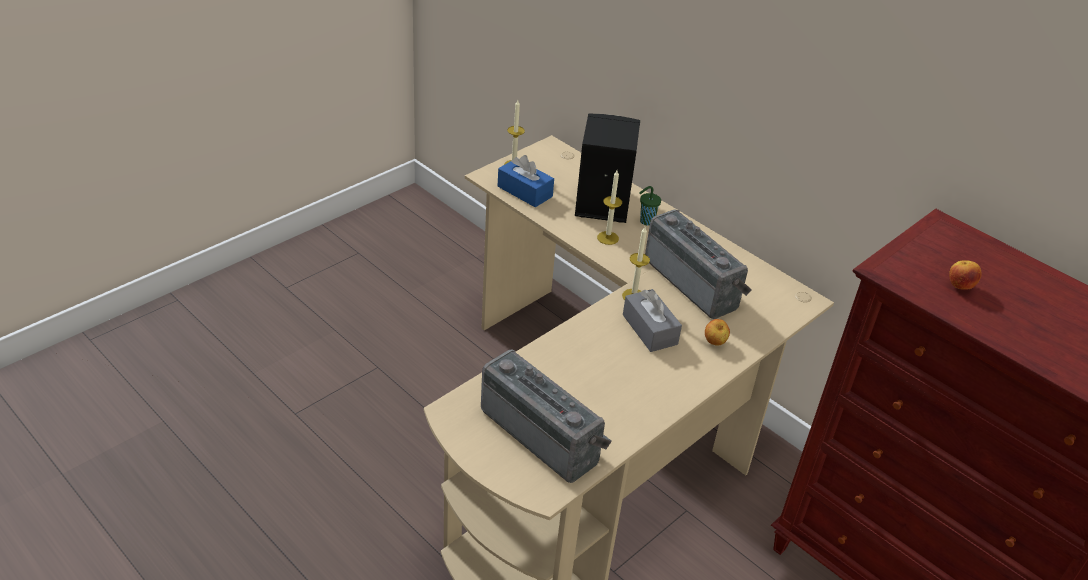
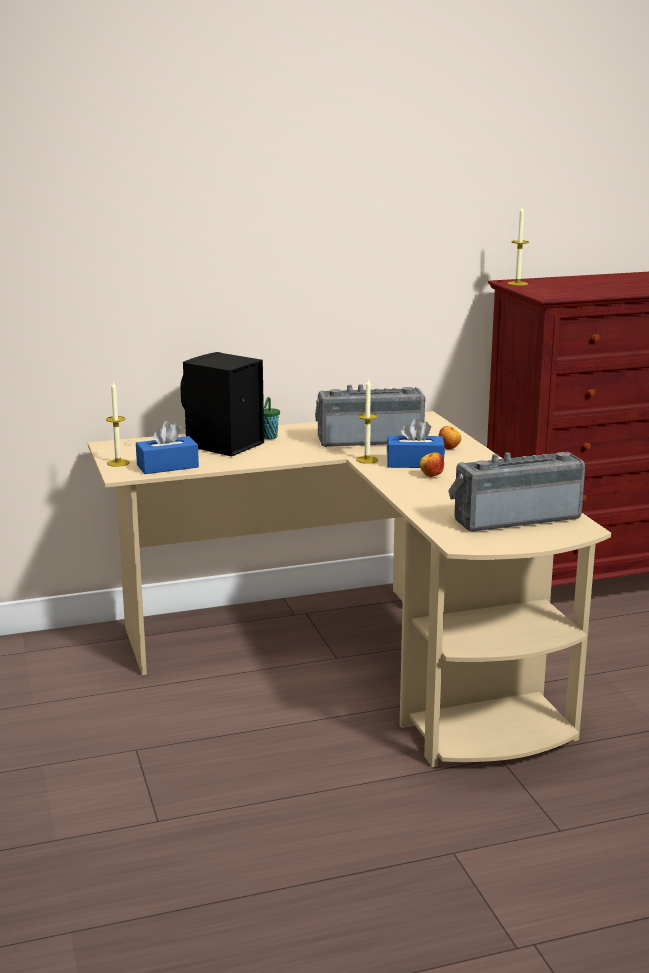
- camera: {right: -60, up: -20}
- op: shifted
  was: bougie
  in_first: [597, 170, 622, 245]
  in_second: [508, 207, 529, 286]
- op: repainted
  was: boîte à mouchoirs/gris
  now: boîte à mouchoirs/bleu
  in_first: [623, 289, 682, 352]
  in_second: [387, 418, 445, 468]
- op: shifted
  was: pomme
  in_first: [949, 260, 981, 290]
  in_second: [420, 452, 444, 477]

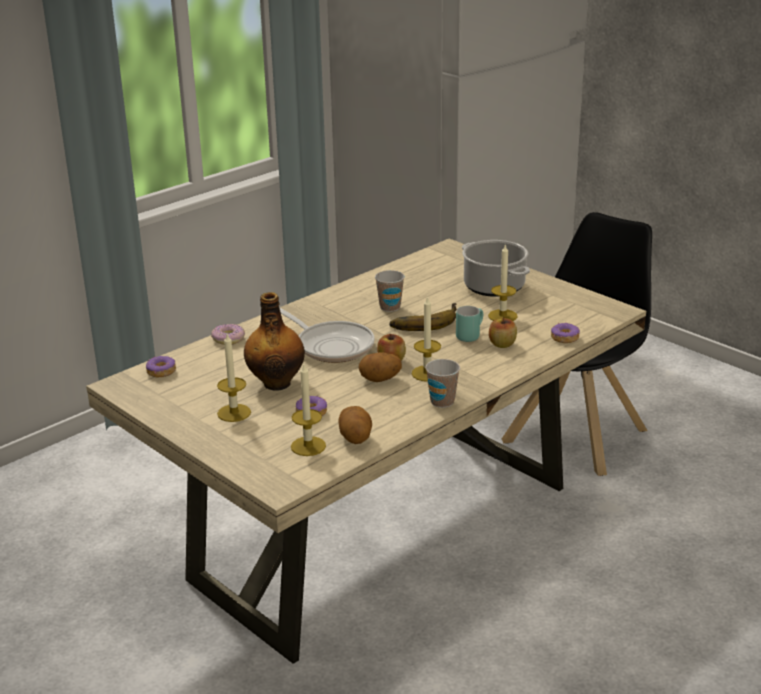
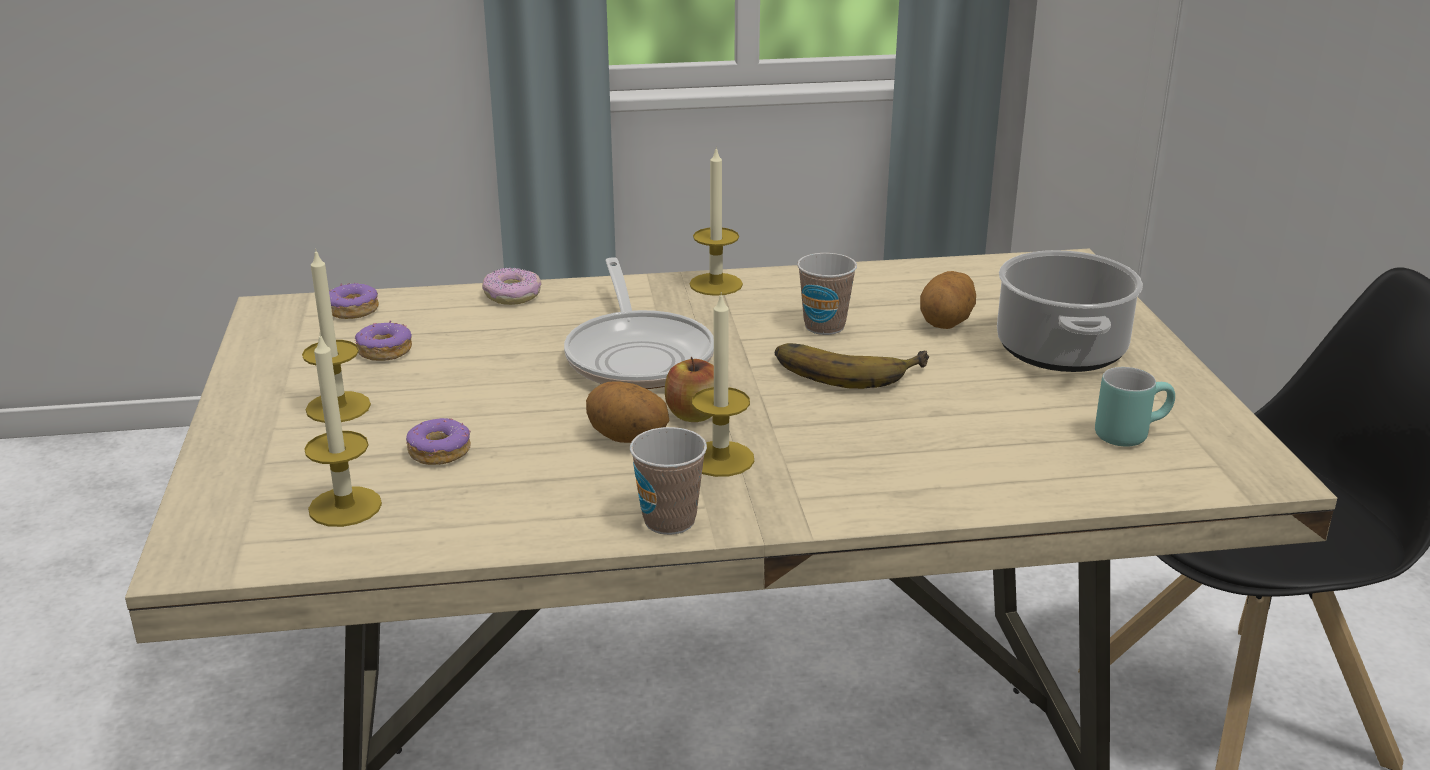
- camera: {right: 35, up: 0}
- op: gone
  was: bouteille
  in_first: [244, 292, 305, 391]
- op: shifted
  was: pomme de terre
  in_first: [338, 406, 372, 444]
  in_second: [920, 271, 976, 329]
- op: shifted
  was: mug/turquoise
  in_first: [456, 306, 483, 342]
  in_second: [1095, 367, 1175, 447]
- op: shifted
  was: bougie
  in_first: [488, 243, 517, 321]
  in_second: [689, 146, 743, 296]
- op: gone
  was: pomme
  in_first: [489, 317, 517, 348]
- op: shifted
  was: beignet
  in_first: [551, 322, 580, 343]
  in_second: [355, 321, 412, 361]

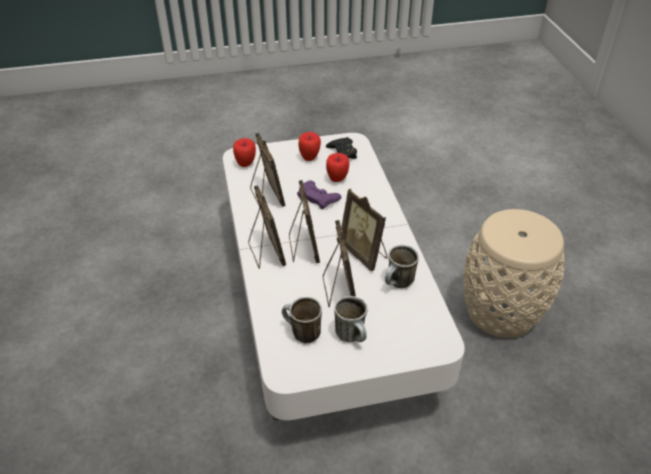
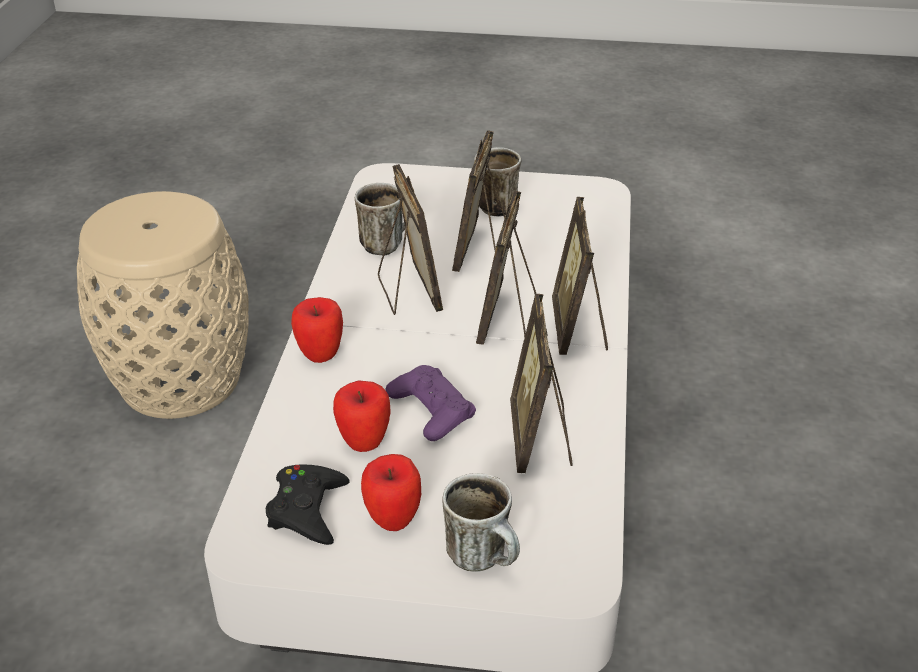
- camera: {right: -160, up: -5}
- op: shifted
  was: pomme
  in_first: [233, 138, 256, 167]
  in_second: [291, 297, 343, 363]
- op: shifted
  was: mug
  in_first: [282, 297, 322, 343]
  in_second: [442, 473, 520, 572]

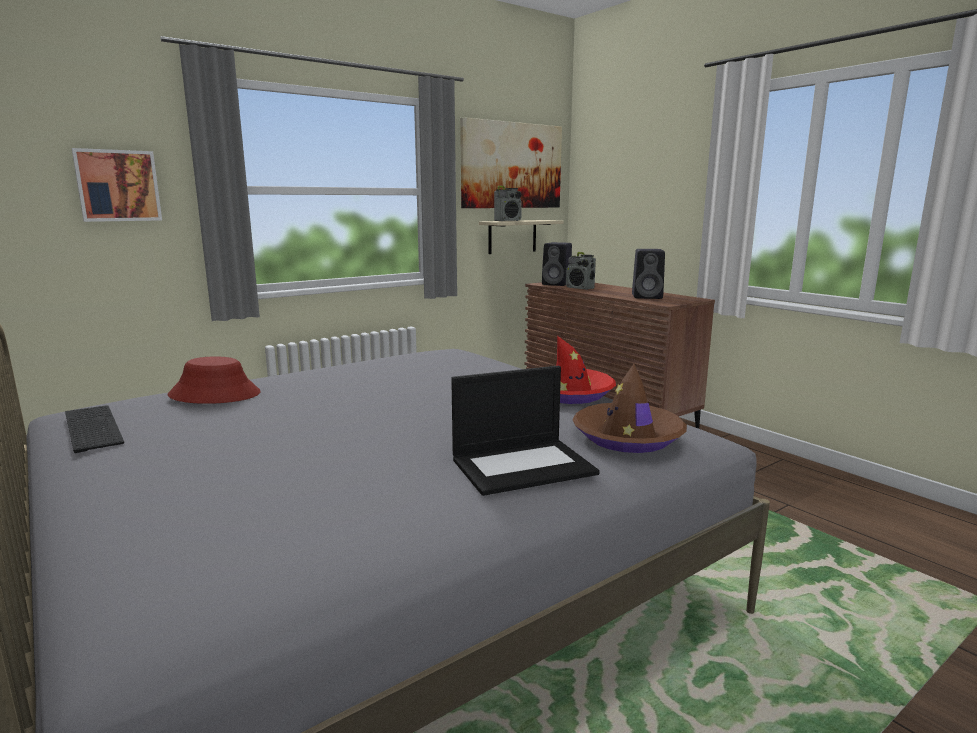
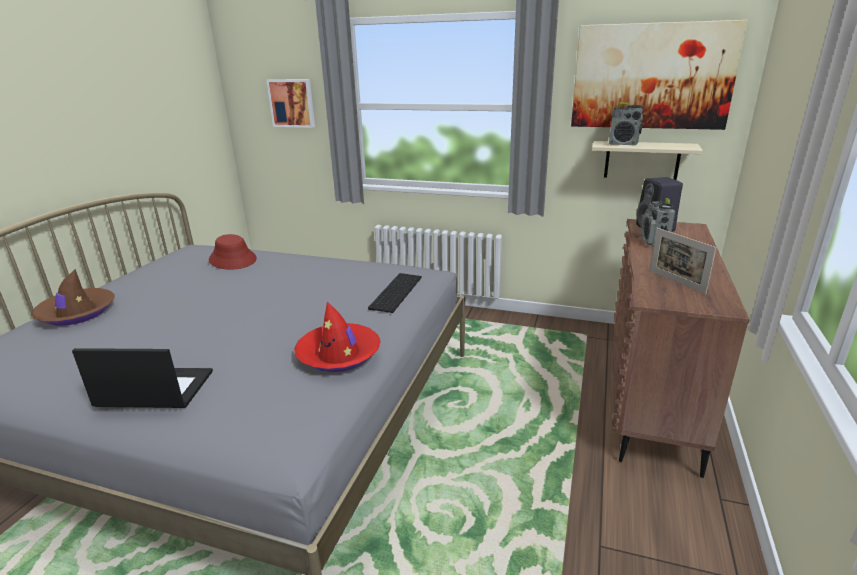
- camera: {right: 55, up: 10}
- op: shifted
  was: clavier
  in_first: [65, 405, 124, 453]
  in_second: [368, 273, 422, 313]
- op: rotated
  was: ordinateur portable
  in_first: [451, 366, 600, 496]
  in_second: [72, 348, 213, 408]
  clockwise: 150
- op: shifted
  was: chapeau/marron
  in_first: [572, 364, 687, 453]
  in_second: [31, 269, 115, 326]
- op: swapped
  was: enceinte/noir
  now: cadre photo
  in_first: [632, 249, 665, 299]
  in_second: [650, 228, 716, 294]

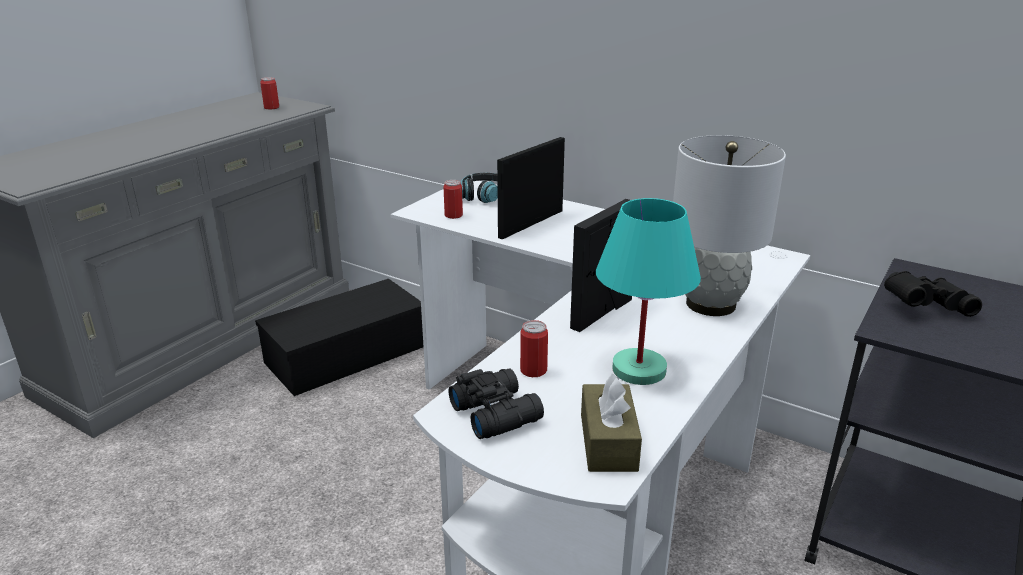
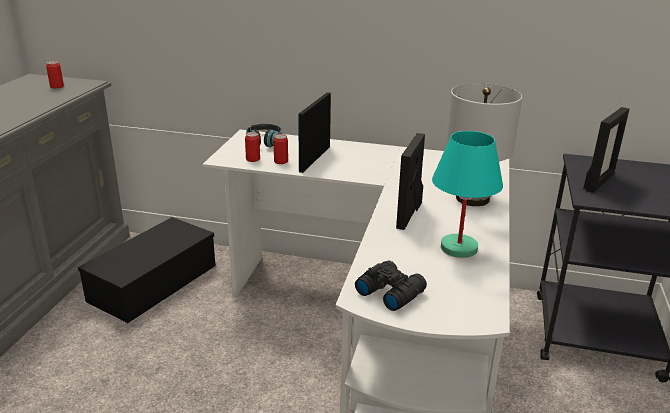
- camera: {right: -20, up: 0}
- op: shifted
  was: boîte métallique
  in_first: [520, 320, 548, 377]
  in_second: [273, 134, 288, 164]
- op: gone
  was: boîte à mouchoirs/marron
  in_first: [581, 373, 642, 472]
- op: swapped
  was: jumelles/noir
  now: cadre photo
  in_first: [884, 271, 982, 317]
  in_second: [583, 107, 629, 193]

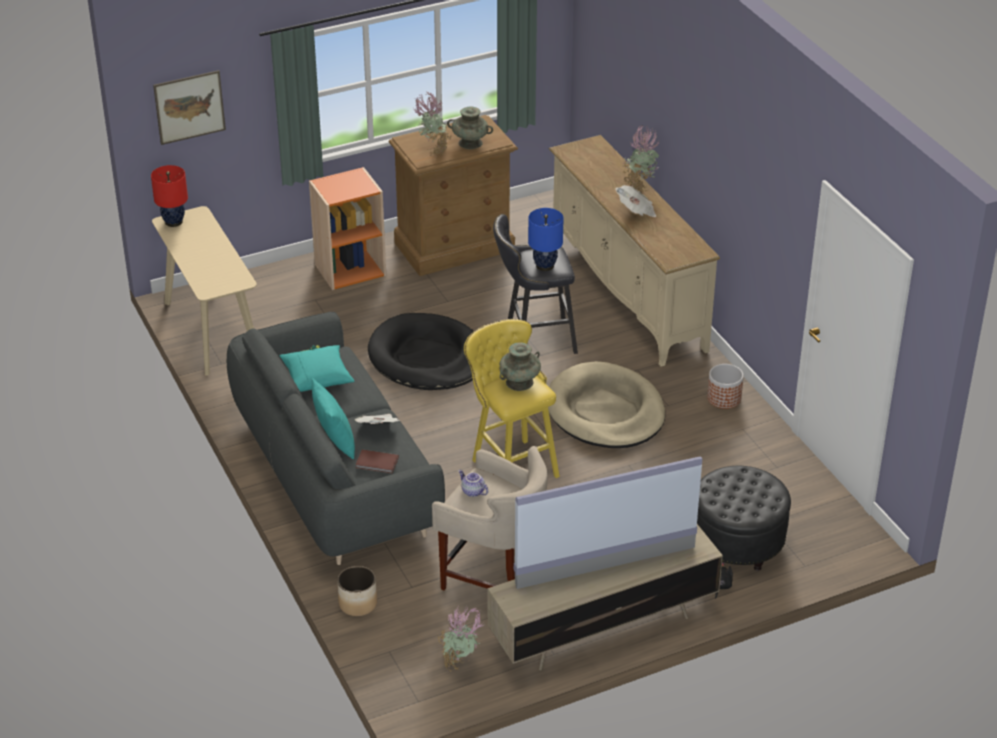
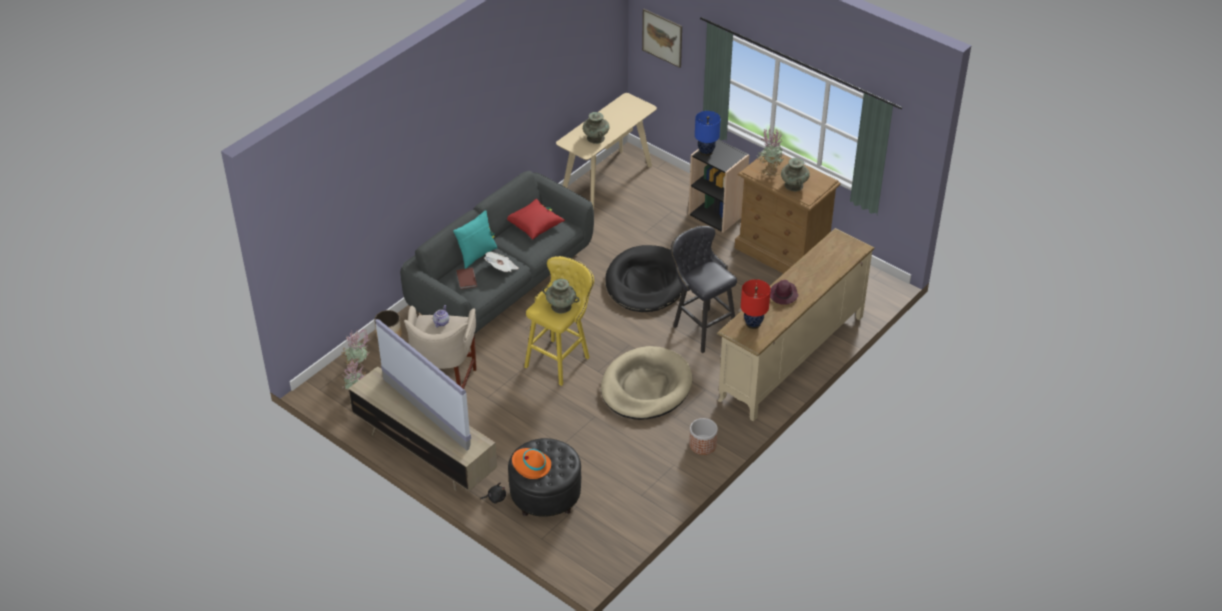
- camera: {right: 65, up: 5}
- op: shifted
  was: lampe de table/rouge
  in_first: [151, 165, 188, 227]
  in_second: [741, 279, 771, 329]
- op: repainted
  was: coussin/turquoise
  now: coussin/rouge
  in_first: [280, 345, 354, 392]
  in_second: [507, 199, 565, 240]
- op: repainted
  was: bibliothèque/orange
  now: bibliothèque/noir
  in_first: [309, 167, 386, 290]
  in_second: [688, 139, 749, 233]
- op: shifted
  was: lampe de table/bleu
  in_first: [528, 208, 564, 271]
  in_second: [695, 111, 721, 156]
- op: swapped
  was: journal
  now: chapeau/violet
  in_first: [616, 185, 657, 217]
  in_second: [770, 280, 799, 305]
- op: shifted
  was: plante en pot
  in_first: [623, 125, 660, 193]
  in_second: [341, 329, 370, 372]
- op: new
  now: chapeau/orange
  in_second: [512, 448, 551, 479]
- op: new
  now: vase/turquoise
  in_second: [583, 112, 609, 144]

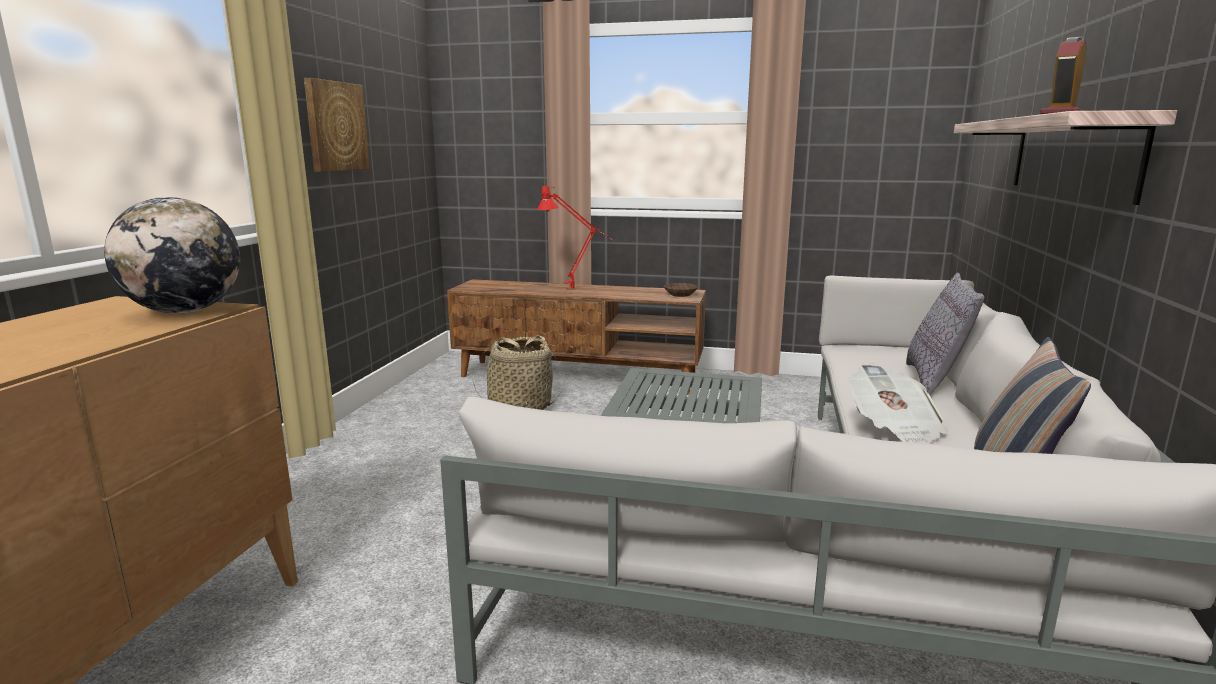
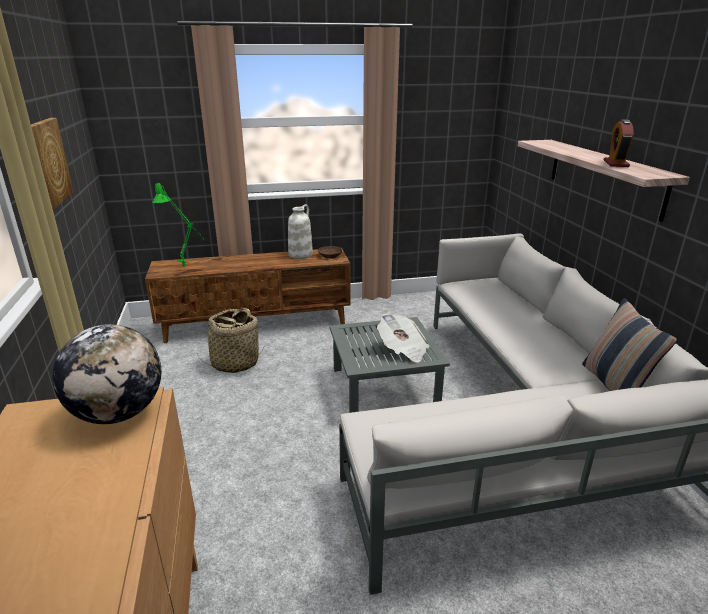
- camera: {right: -25, up: 10}
- op: gone
  was: lampe de table/rouge
  in_first: [537, 186, 615, 288]
- op: shifted
  was: journal
  in_first: [848, 363, 948, 444]
  in_second: [377, 313, 429, 363]
- op: gone
  was: coussin/gris
  in_first: [906, 272, 984, 395]
- op: new
  now: lampe de table/vert
  in_second: [153, 182, 203, 266]
- op: new
  now: vase/blanc
  in_second: [288, 204, 313, 259]

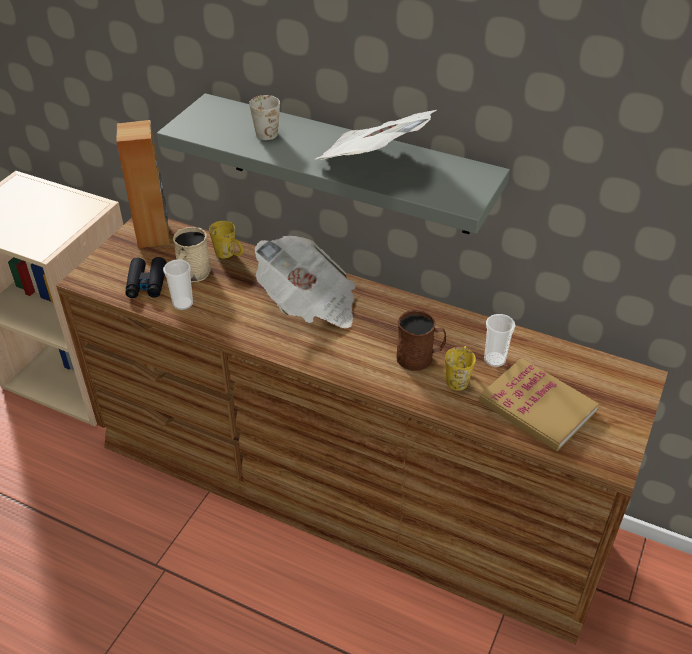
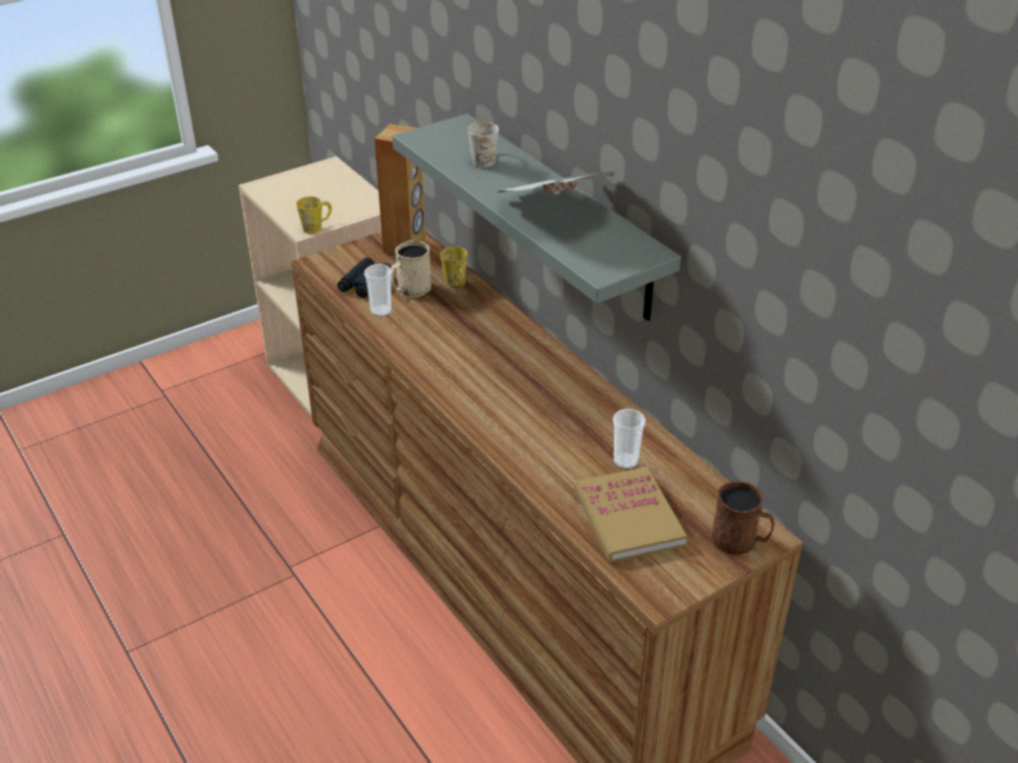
- camera: {right: 30, up: -5}
- op: gone
  was: journal
  in_first: [255, 236, 356, 328]
- op: shifted
  was: mug/marron
  in_first: [396, 310, 446, 371]
  in_second: [711, 481, 774, 555]
- op: shifted
  was: mug/jaune
  in_first: [445, 346, 476, 391]
  in_second: [296, 196, 332, 234]

